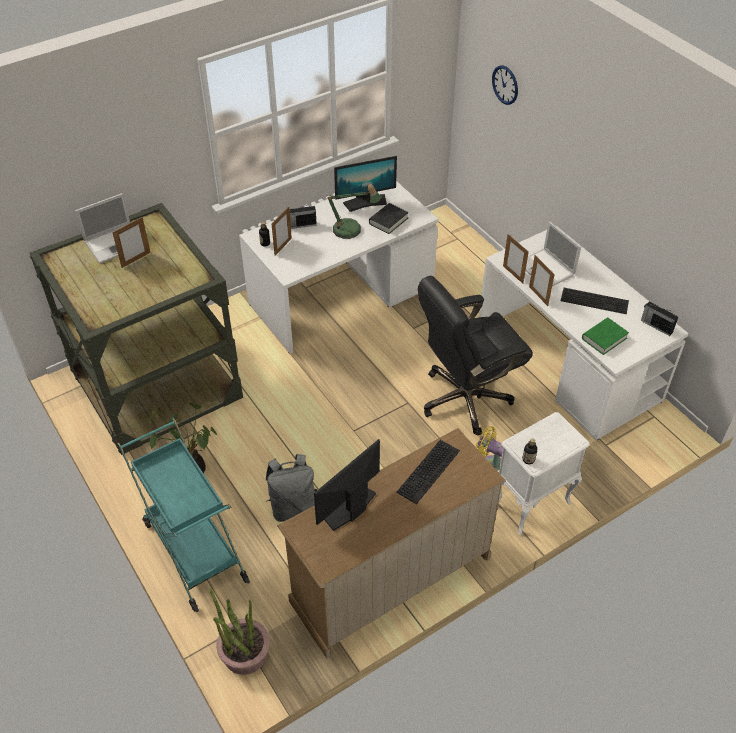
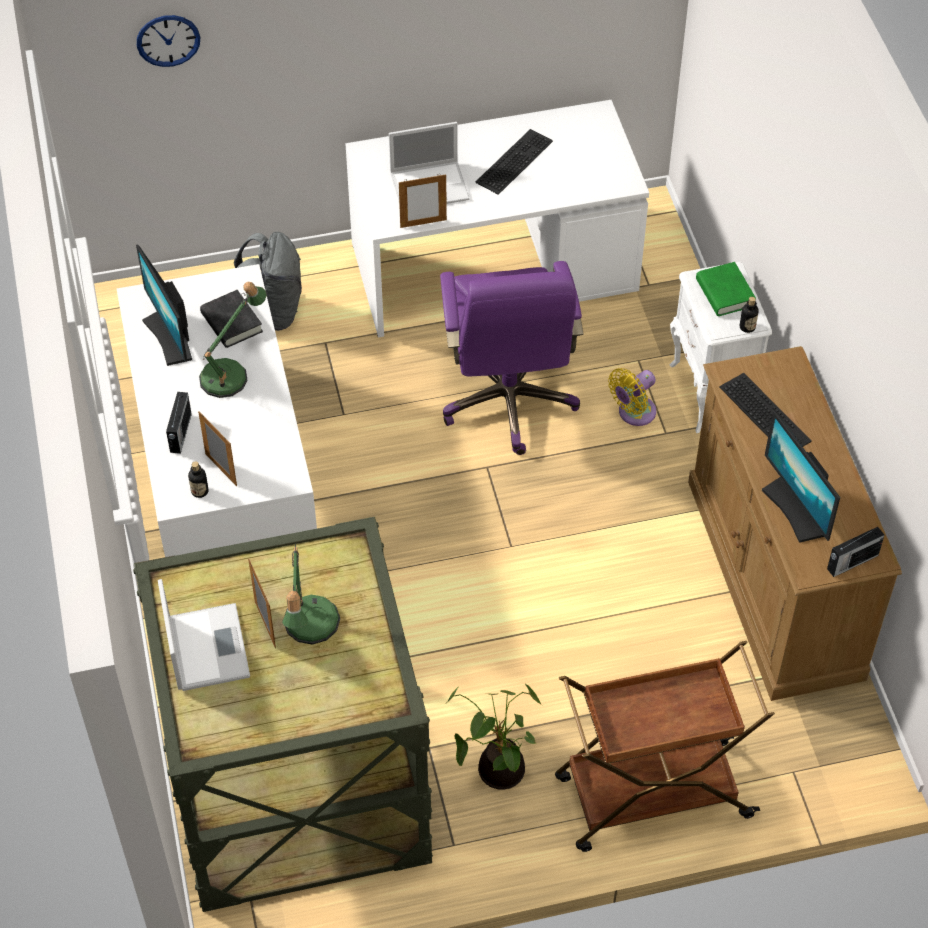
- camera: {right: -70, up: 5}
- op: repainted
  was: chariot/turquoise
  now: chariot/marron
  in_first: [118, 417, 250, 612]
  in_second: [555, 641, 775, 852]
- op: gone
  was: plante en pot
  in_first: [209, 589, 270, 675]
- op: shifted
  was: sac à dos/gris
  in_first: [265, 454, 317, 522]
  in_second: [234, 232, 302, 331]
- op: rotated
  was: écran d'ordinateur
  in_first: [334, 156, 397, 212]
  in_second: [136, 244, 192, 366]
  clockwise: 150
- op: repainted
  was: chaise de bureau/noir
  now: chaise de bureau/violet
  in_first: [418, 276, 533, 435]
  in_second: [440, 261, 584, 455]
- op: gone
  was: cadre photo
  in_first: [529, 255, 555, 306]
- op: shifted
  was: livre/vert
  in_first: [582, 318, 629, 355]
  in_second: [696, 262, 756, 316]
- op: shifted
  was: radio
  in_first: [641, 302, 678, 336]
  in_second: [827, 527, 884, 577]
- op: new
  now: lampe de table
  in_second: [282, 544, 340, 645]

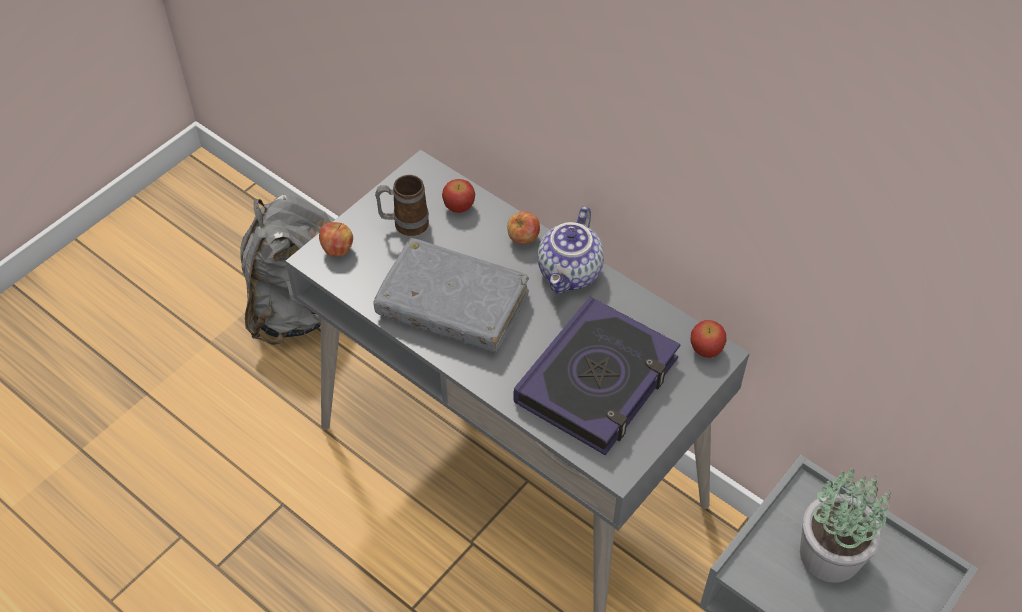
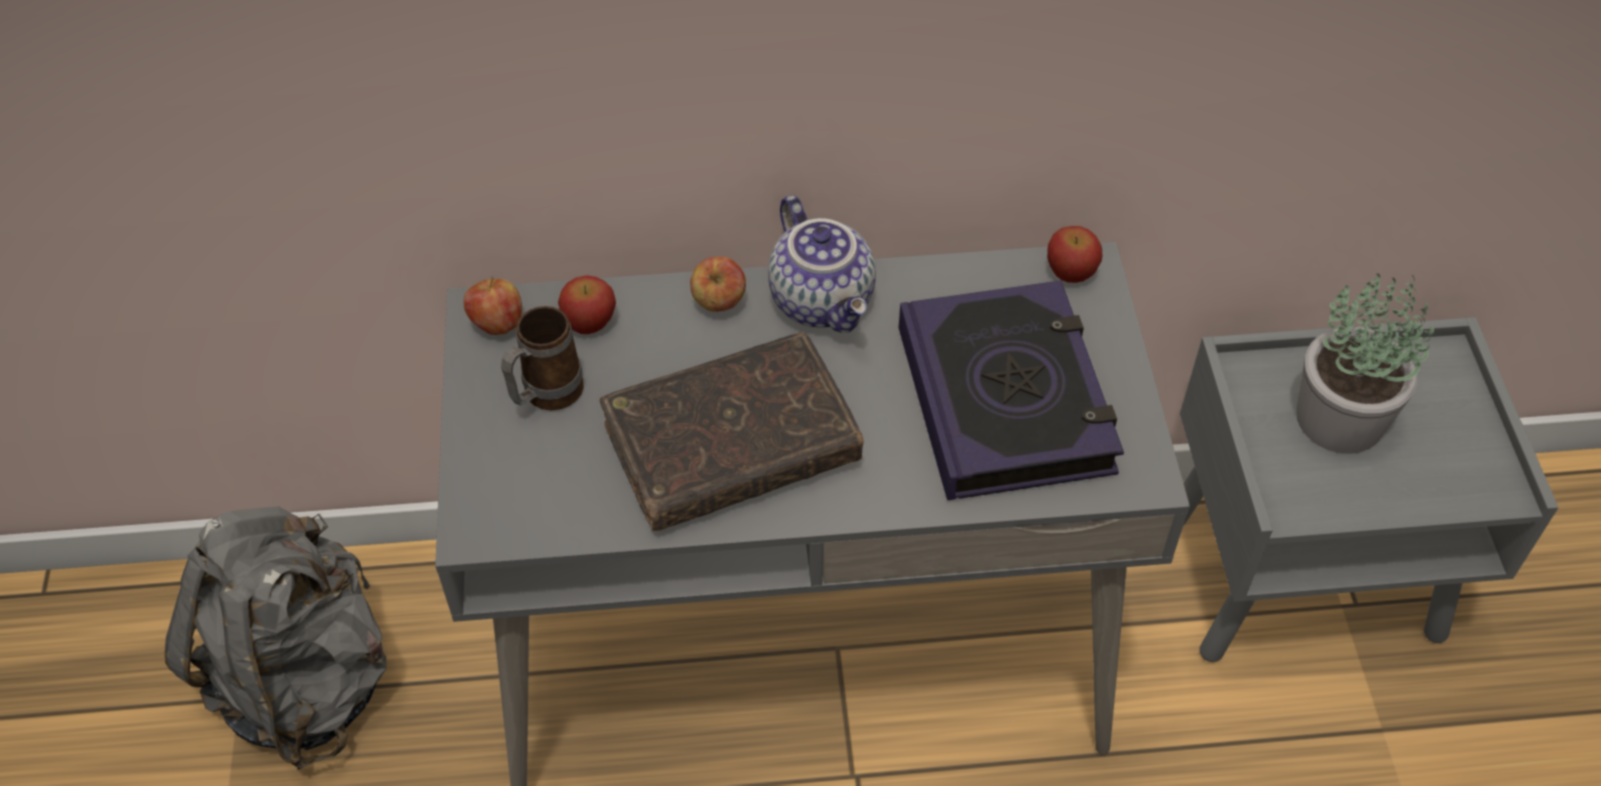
- camera: {right: -45, up: 0}
- op: shifted
  was: pomme
  in_first: [319, 222, 353, 257]
  in_second: [463, 277, 522, 335]
- op: repainted
  was: livre/gris
  now: livre/marron
  in_first: [373, 238, 529, 353]
  in_second: [600, 333, 864, 531]

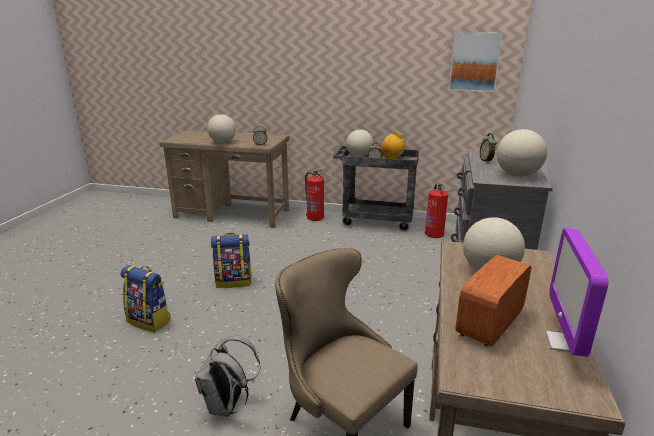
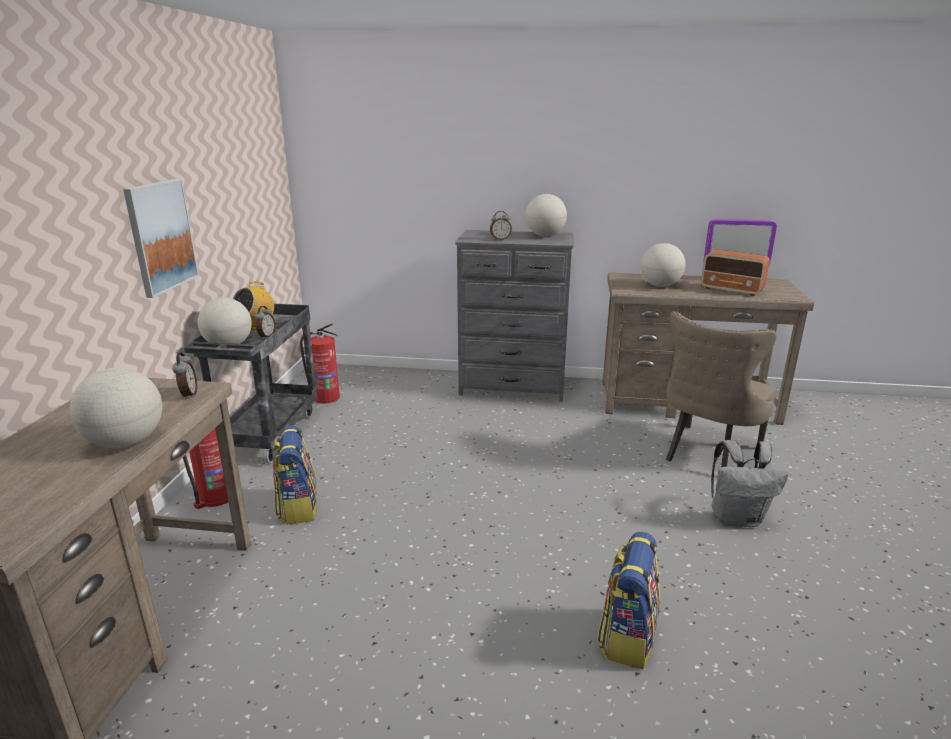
- camera: {right: -95, up: 0}
- op: shifted
  was: sac à dos
  in_first: [211, 233, 252, 288]
  in_second: [272, 426, 317, 525]
- op: shifted
  was: tableau
  in_first: [449, 33, 503, 92]
  in_second: [123, 179, 199, 298]

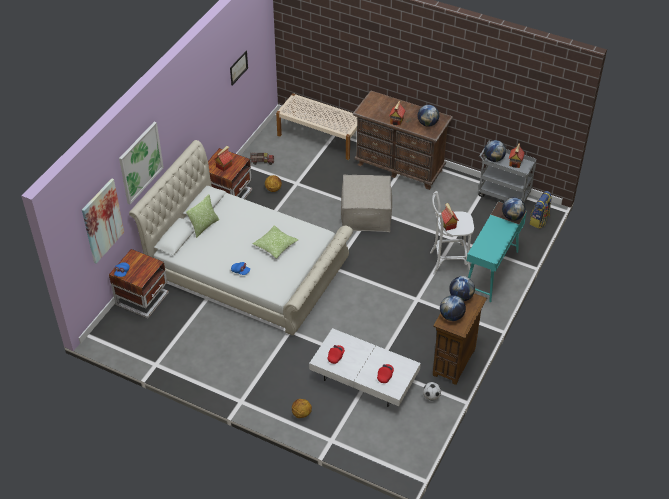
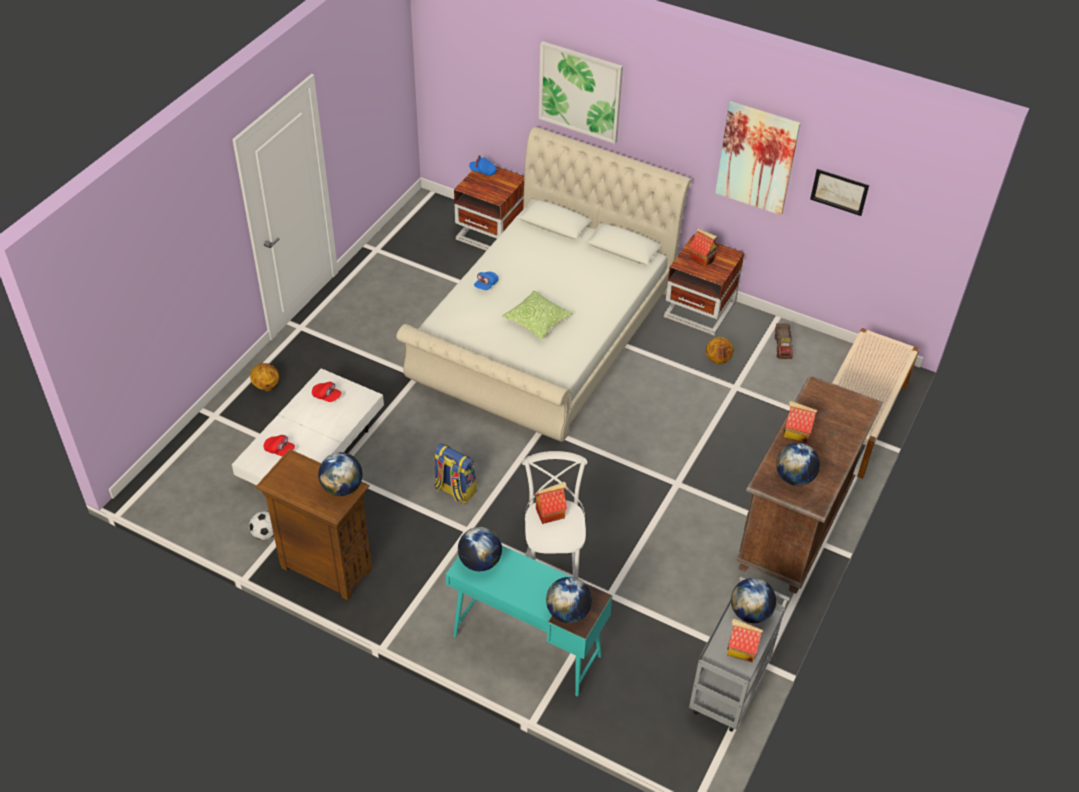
- camera: {right: 90, up: 0}
- op: shifted
  was: tableau
  in_first: [82, 178, 124, 264]
  in_second: [715, 101, 800, 215]
- op: gone
  was: coussin
  in_first: [186, 194, 219, 238]
- op: gone
  was: pouf/beige
  in_first: [341, 175, 392, 232]
- op: shifted
  was: globe
  in_first: [440, 295, 466, 321]
  in_second: [458, 527, 502, 571]
- op: shifted
  was: sac à dos
  in_first: [530, 191, 552, 229]
  in_second: [434, 443, 477, 504]

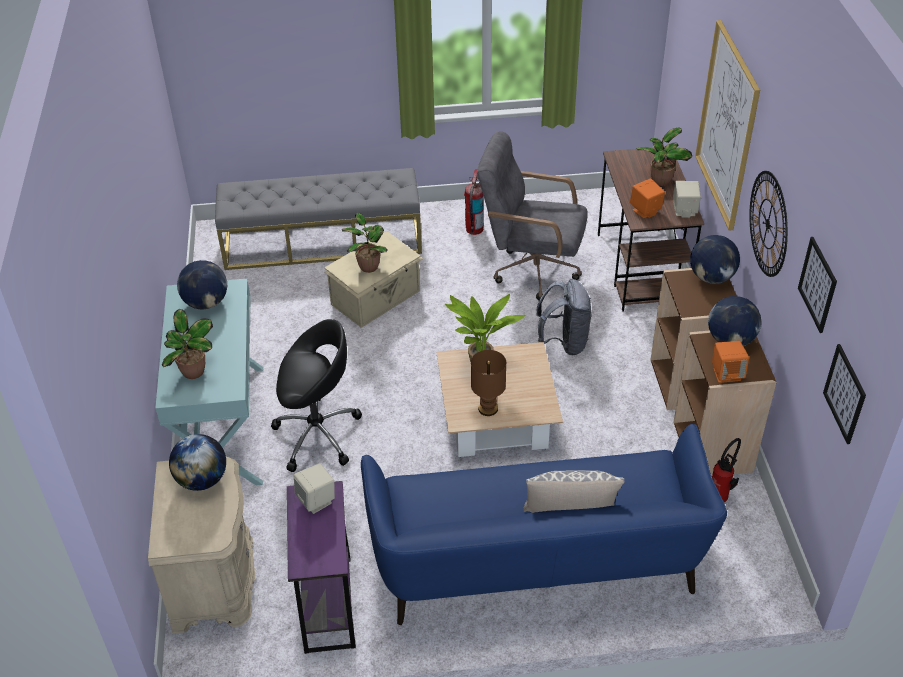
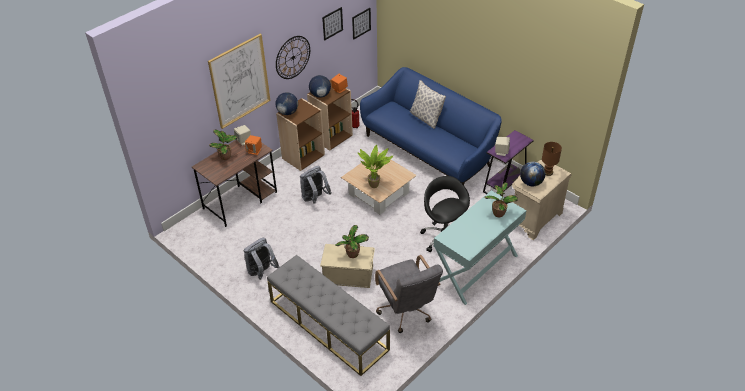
- camera: {right: -130, up: 0}
- op: gone
  was: globe
  in_first: [177, 260, 227, 310]
- op: swapped
  was: extincteur
  now: sac à dos/gris
  in_first: [464, 169, 484, 235]
  in_second: [244, 238, 280, 280]
- op: shifted
  was: lampe de table/marron
  in_first: [471, 350, 506, 416]
  in_second: [542, 142, 562, 176]
- op: shifted
  was: chaise de bureau/gris
  in_first: [477, 131, 588, 300]
  in_second: [375, 255, 443, 333]

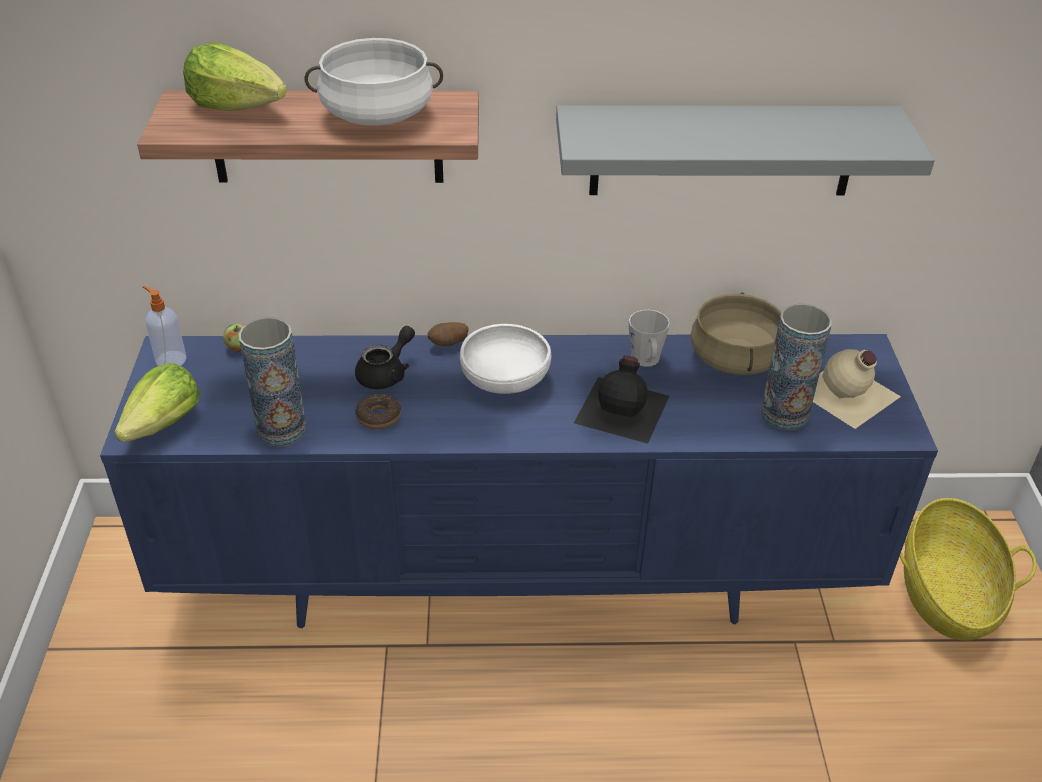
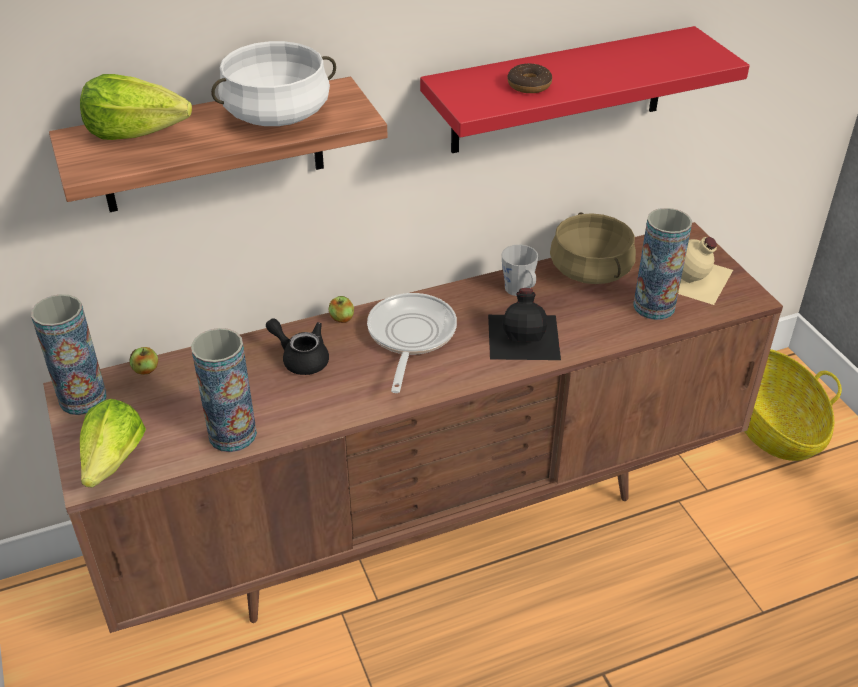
- camera: {right: -20, up: 0}
- op: repainted
  was: meuble de rangement/bleu
  now: meuble de rangement/marron
  in_first: [100, 334, 938, 628]
  in_second: [43, 222, 783, 633]
- op: swapped
  was: distributeur de savon
  now: vase
  in_first: [142, 286, 187, 366]
  in_second: [31, 294, 107, 415]
- op: rotated
  was: théière/noir
  in_first: [355, 326, 415, 389]
  in_second: [266, 318, 329, 375]
  clockwise: -75
- op: shifted
  was: beignet
  in_first: [355, 394, 401, 429]
  in_second: [507, 63, 552, 93]
- op: swapped
  was: pomme de terre
  now: pomme
  in_first: [427, 322, 468, 346]
  in_second: [329, 296, 354, 323]
- op: swapped
  was: bol/blanc
  now: poêle
  in_first: [460, 324, 551, 394]
  in_second: [367, 293, 457, 393]
- op: repainted
  was: étagère/gris
  now: étagère/rouge
  in_first: [556, 105, 935, 195]
  in_second: [420, 26, 750, 153]

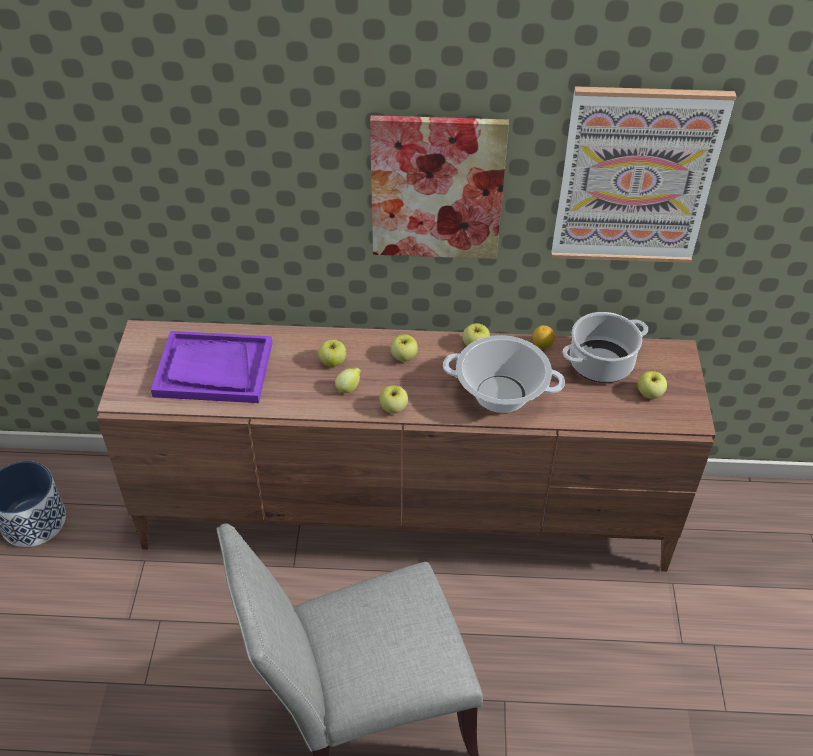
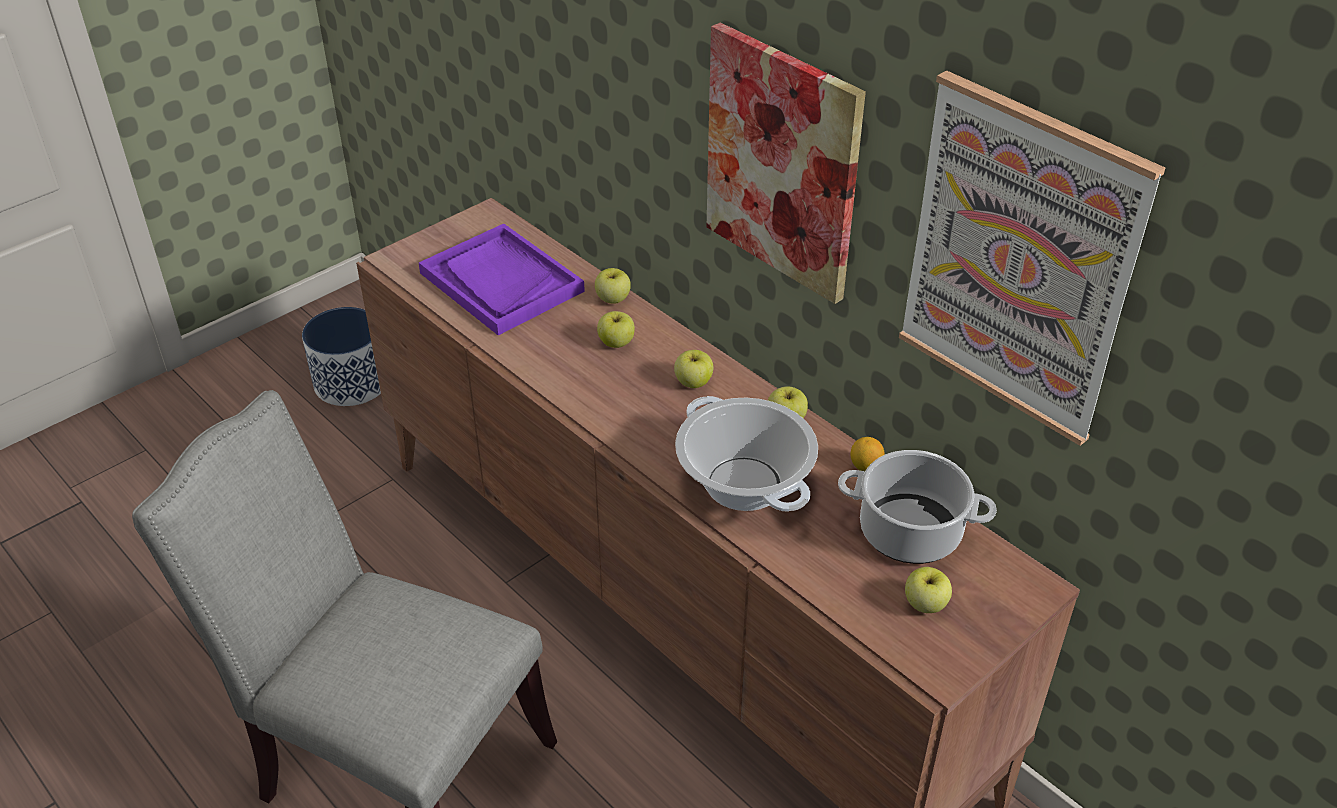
- camera: {right: 45, up: -5}
- op: gone
  was: citron
  in_first: [335, 368, 361, 393]
- op: shifted
  was: pomme
  in_first: [379, 385, 408, 414]
  in_second: [595, 268, 631, 304]

